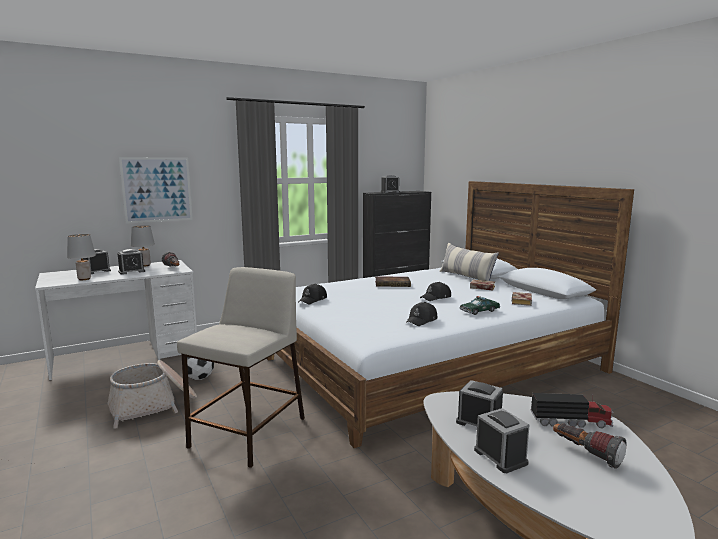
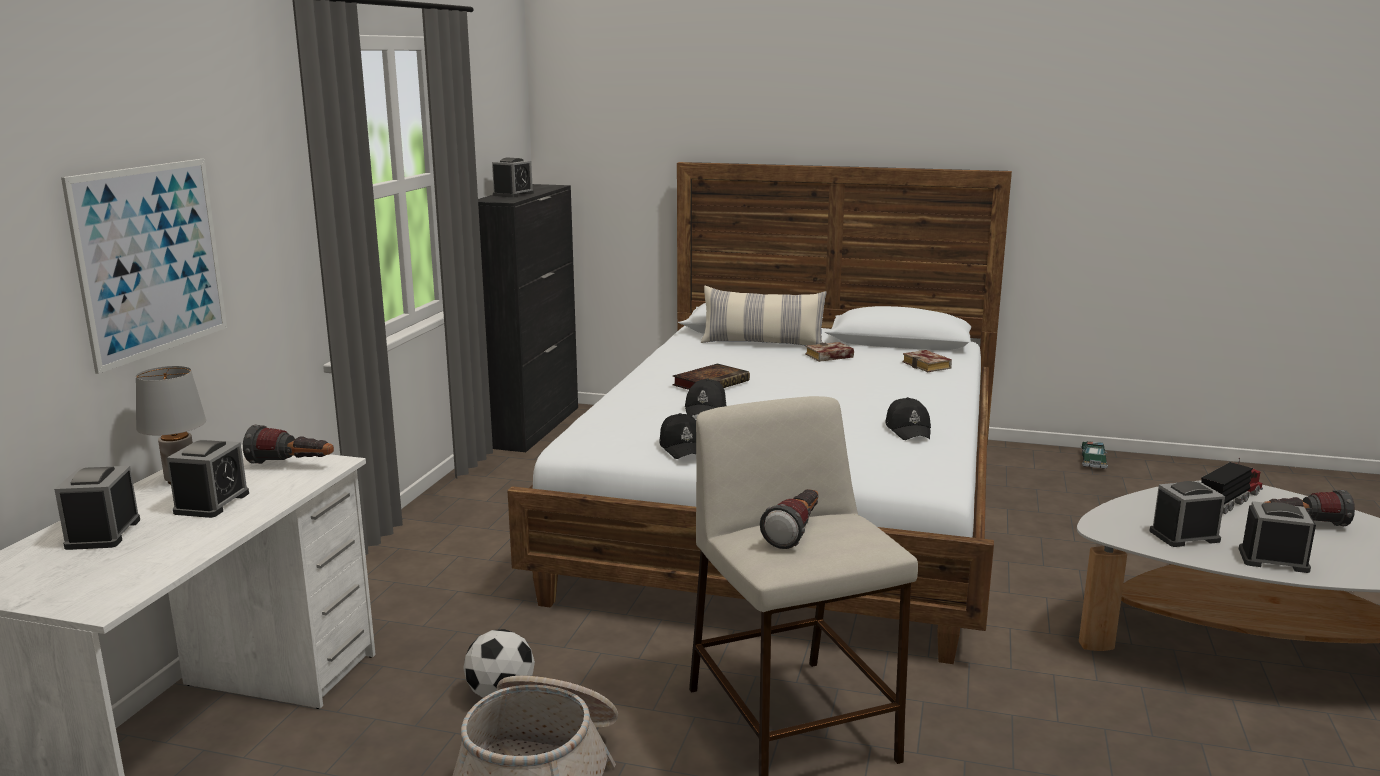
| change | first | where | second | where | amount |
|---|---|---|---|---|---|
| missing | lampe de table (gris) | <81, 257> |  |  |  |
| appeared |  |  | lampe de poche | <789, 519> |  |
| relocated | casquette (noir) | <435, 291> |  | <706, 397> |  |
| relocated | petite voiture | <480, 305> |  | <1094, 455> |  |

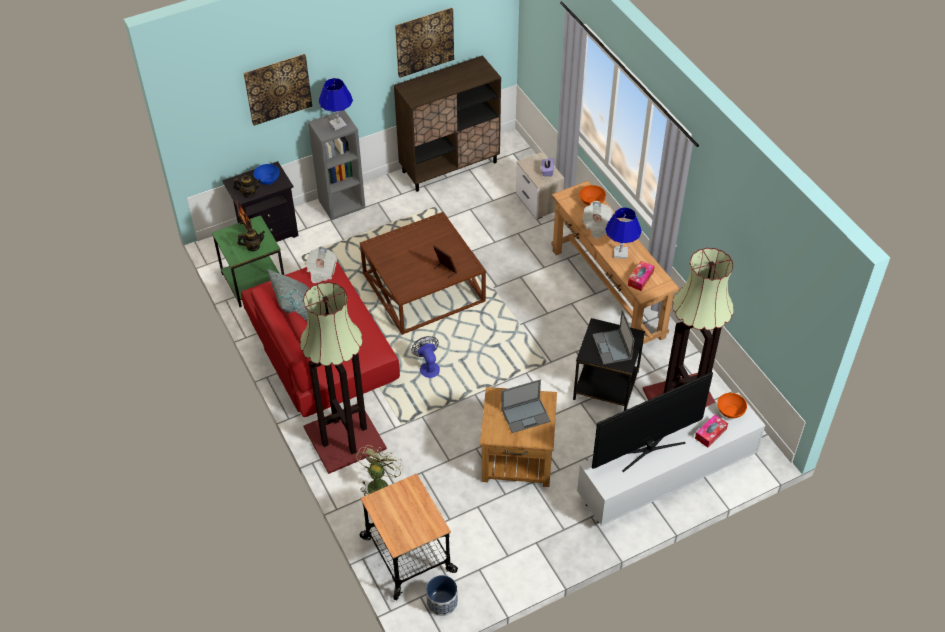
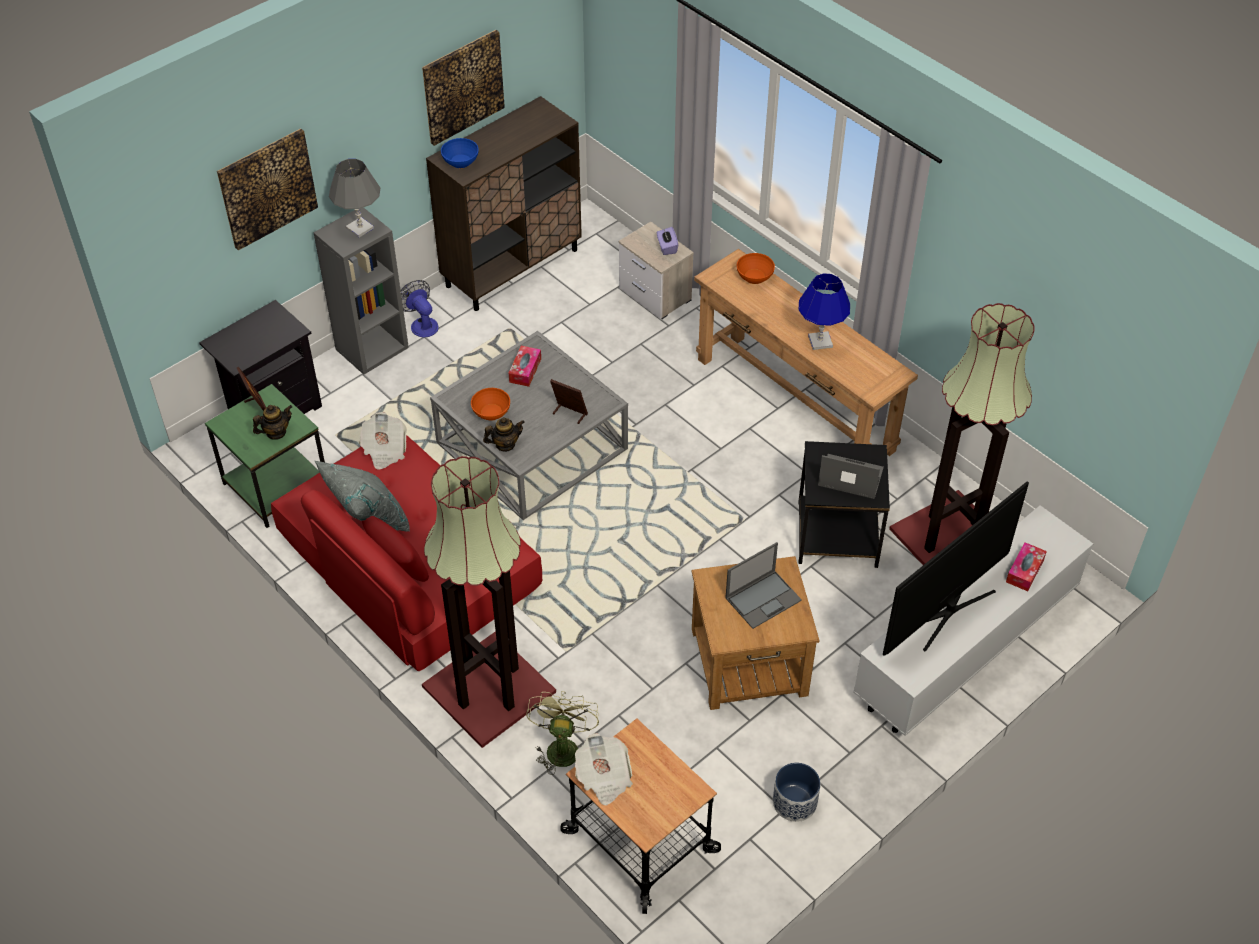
| change | first | where | second | where | amount |
|---|---|---|---|---|---|
| relocated | théière | <247, 186> |  | <504, 434> |  |
| relocated | bol (bleu) | <266, 174> |  | <460, 153> |  |
| relocated | ventilateur | <425, 357> |  | <420, 309> |  |
| relocated | cache-pot | <442, 595> |  | <797, 792> |  |
| relocated | journal | <598, 220> |  | <604, 769> |  |
| relocated | boîte à mouchoirs | <641, 276> |  | <525, 366> |  |
| relocated | bol (orange) | <732, 405> |  | <490, 404> |  |
| colour | lampe de table (bleu) | <336, 104> | lampe de table (gris) | <354, 198> |  |
| colour | table basse (marron) | <423, 273> | table basse (gris) | <529, 425> |  |
| spun | ordinateur portable | <613, 337> |  | <851, 476> | 135 degrees clockwise |

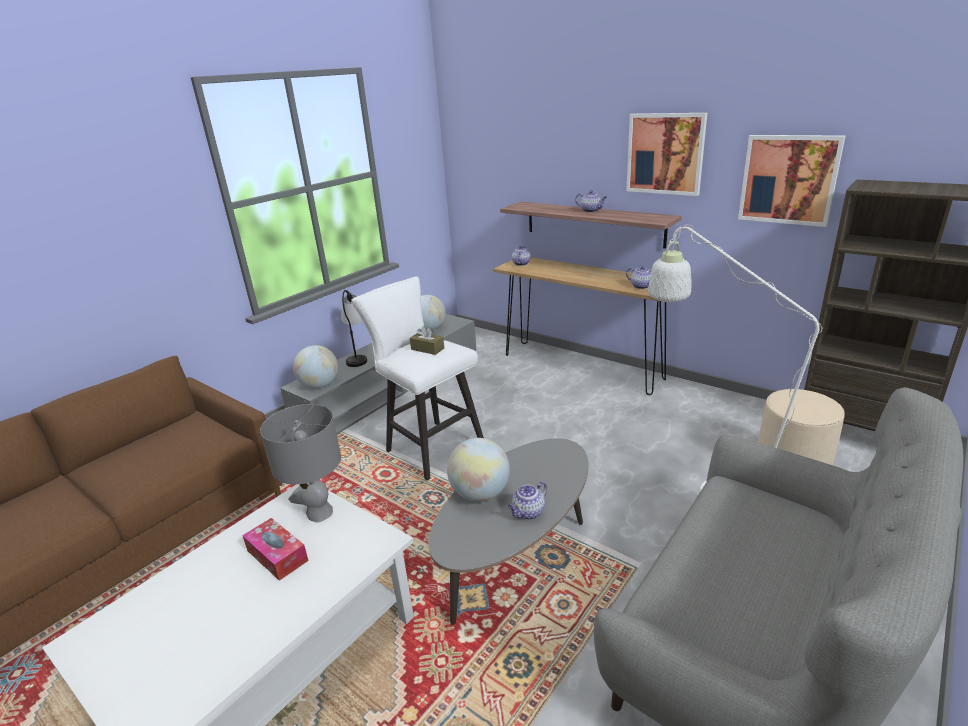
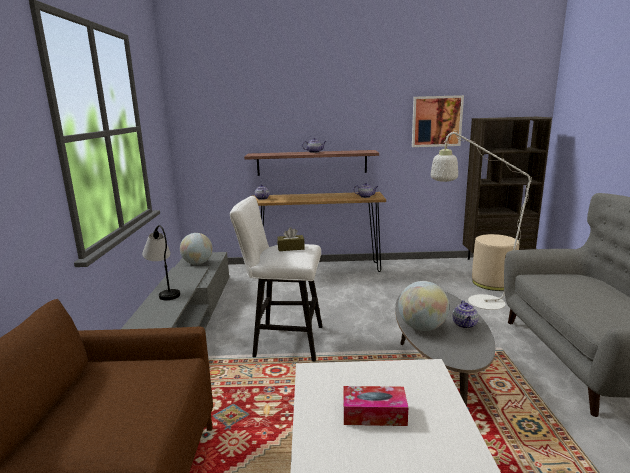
| change | first | where | second | where | amount |
|---|---|---|---|---|---|
| missing | lampe de table (gris) | <300, 463> |  |  |  |
| missing | globe | <315, 367> |  |  |  |
| missing | tableau | <666, 154> |  |  |  |

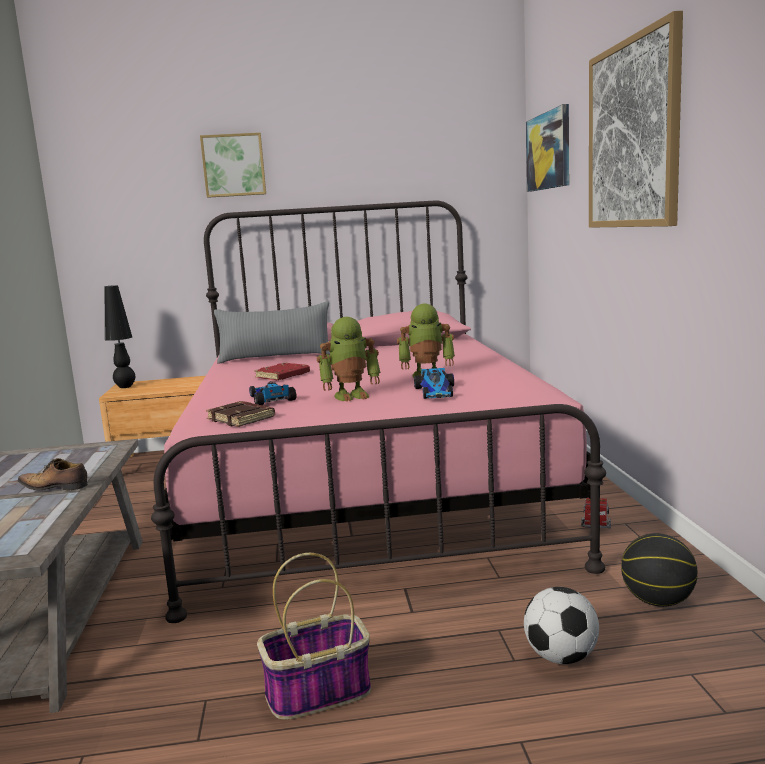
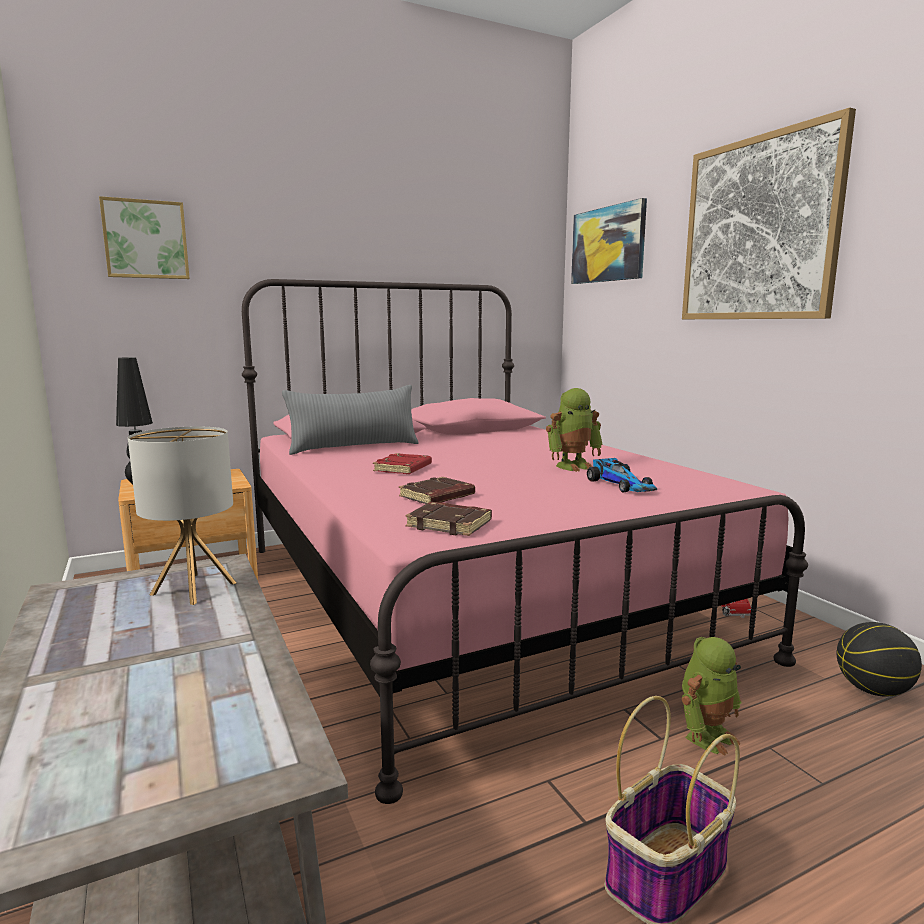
| change | first | where | second | where | amount |
|---|---|---|---|---|---|
| missing | chaussure | <53, 474> |  |  |  |
| missing | ballon de foot | <561, 625> |  |  |  |
| appeared |  |  | lampe de table | <182, 516> |  |
| relocated | tableau | <233, 165> |  | <144, 237> |  |
| relocated | robot jouet | <348, 359> |  | <712, 696> |  |
| exchanged | petite voiture | <272, 393> | livre (marron) | <437, 490> |  |

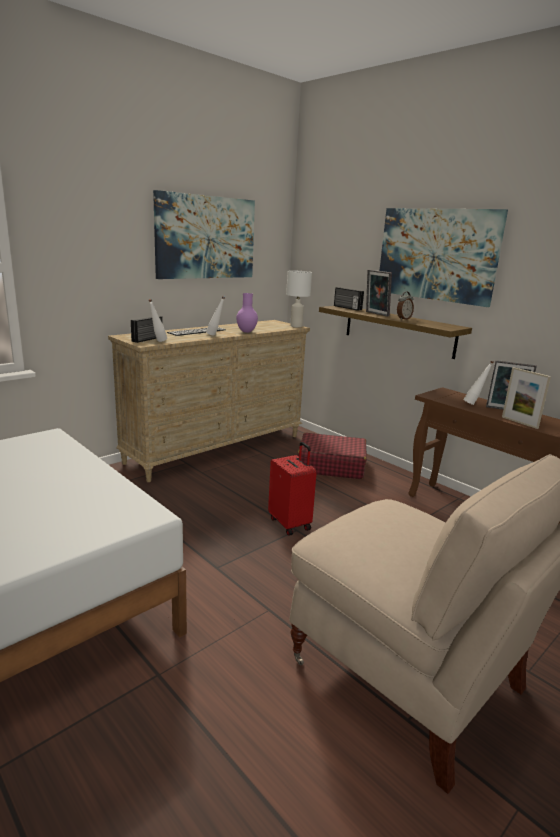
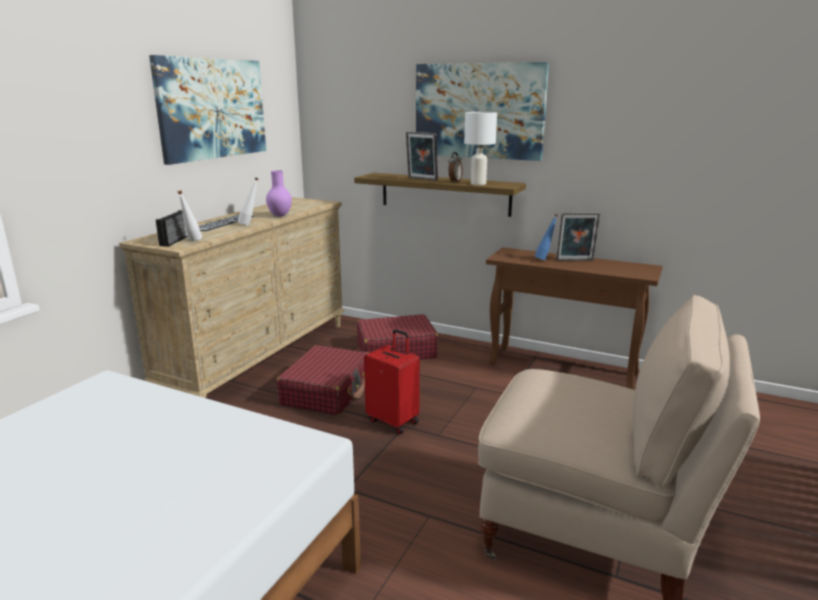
| change | first | where | second | where | amount |
|---|---|---|---|---|---|
| missing | radio | <349, 299> |  |  |  |
| missing | cadre photo | <526, 398> |  |  |  |
| appeared |  |  | valise (rouge) | <323, 380> |  |
| relocated | lampe de table (blanc) | <299, 298> |  | <480, 148> |  |
| colour | bouteille (blanc) | <479, 383> | bouteille (bleu) | <546, 237> |  |

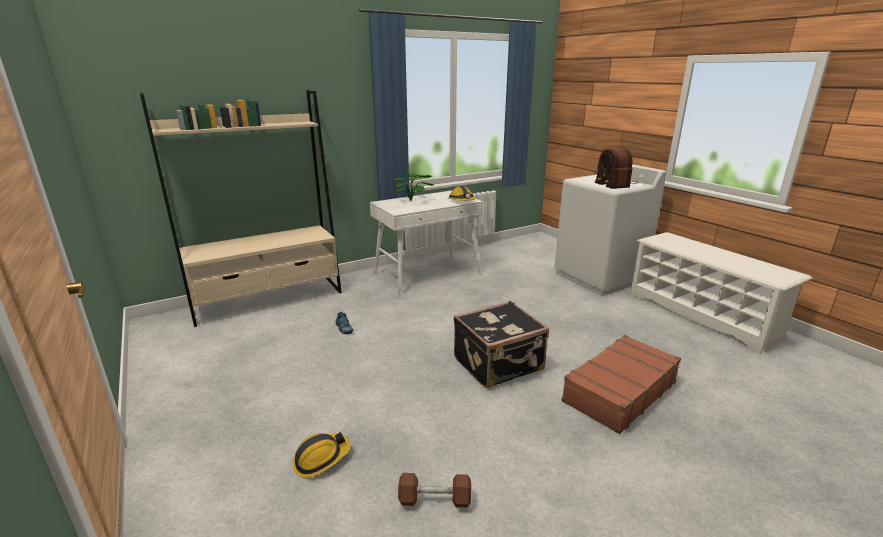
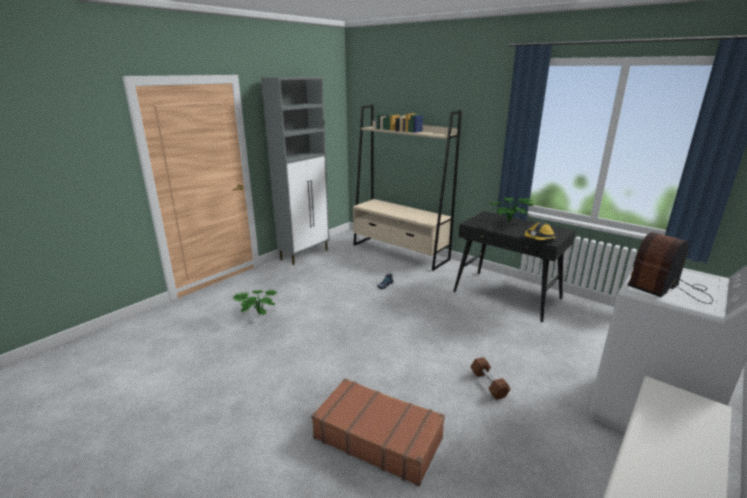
| change | first | where | second | where | amount |
|---|---|---|---|---|---|
| missing | valise (noir) | <501, 344> |  |  |  |
| appeared |  |  | meuble de rangement (gris) | <295, 171> |  |
| relocated | haltère (marron) | <434, 490> |  | <490, 378> |  |
| exchanged | casque de chantier | <322, 455> | plante en pot | <254, 302> |  |
| colour | bureau (blanc) | <426, 242> | bureau (noir) | <514, 266> |  |

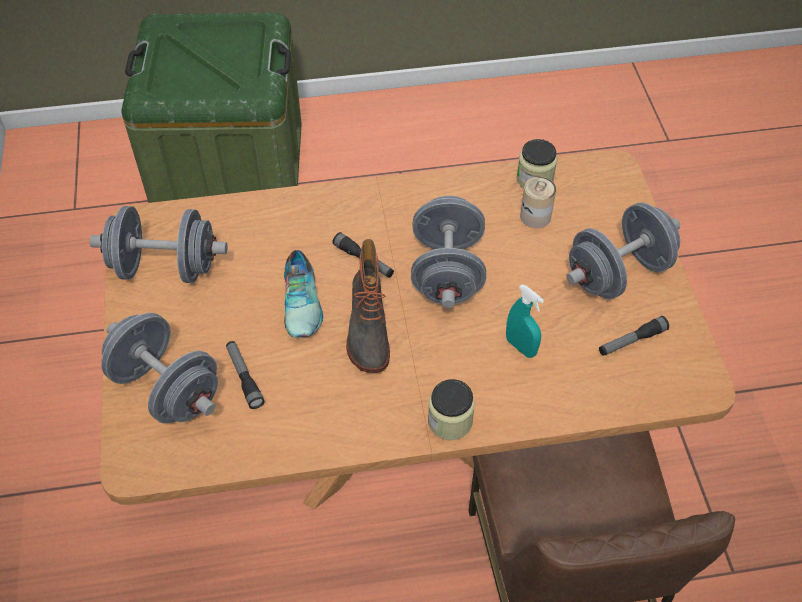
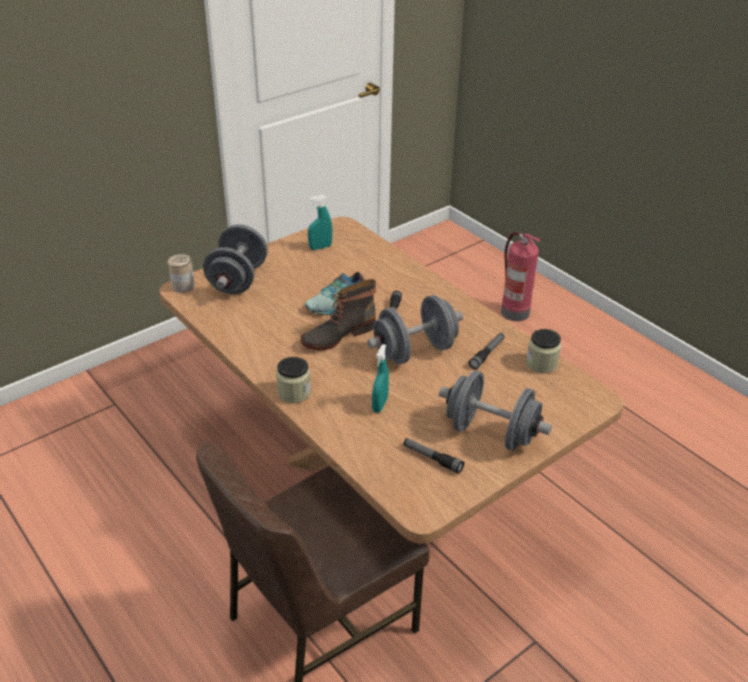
| change | first | where | second | where | amount |
|---|---|---|---|---|---|
| relocated | lampe de poche | <245, 375> |  | <487, 351> |  |
| relocated | boîte métallique | <538, 202> |  | <181, 273> |  |
| exchanged | haltère (gris) | <159, 244> | vaporisateur (turquoise) | <320, 222> |  |
| exchanged | boîte de rangement (vert) | <212, 108> | extincteur | <520, 276> |  |

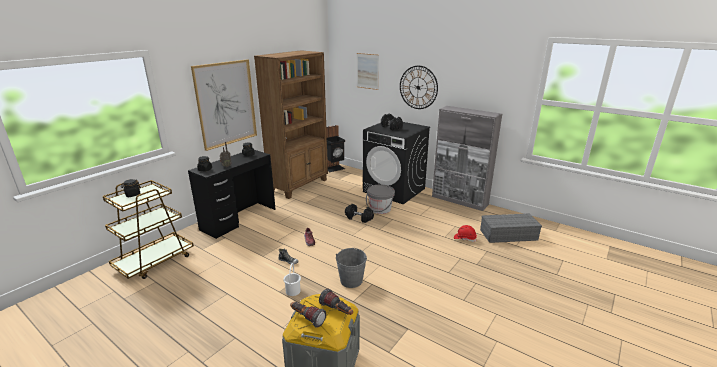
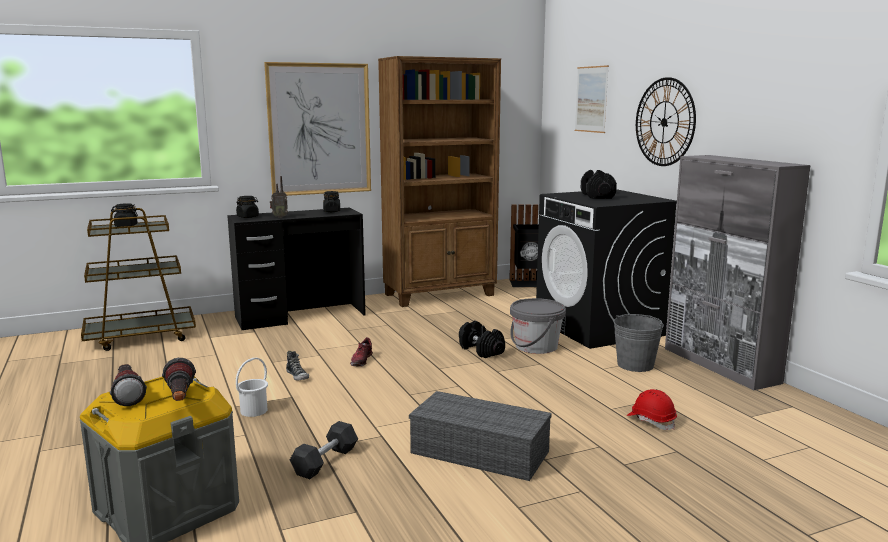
| change | first | where | second | where | amount |
|---|---|---|---|---|---|
| appeared |  |  | haltère (noir) | <324, 450> |  |
| relocated | seau (gris) | <351, 268> |  | <639, 343> |  |
| relocated | boîte de rangement (gris) | <511, 228> |  | <480, 436> |  |

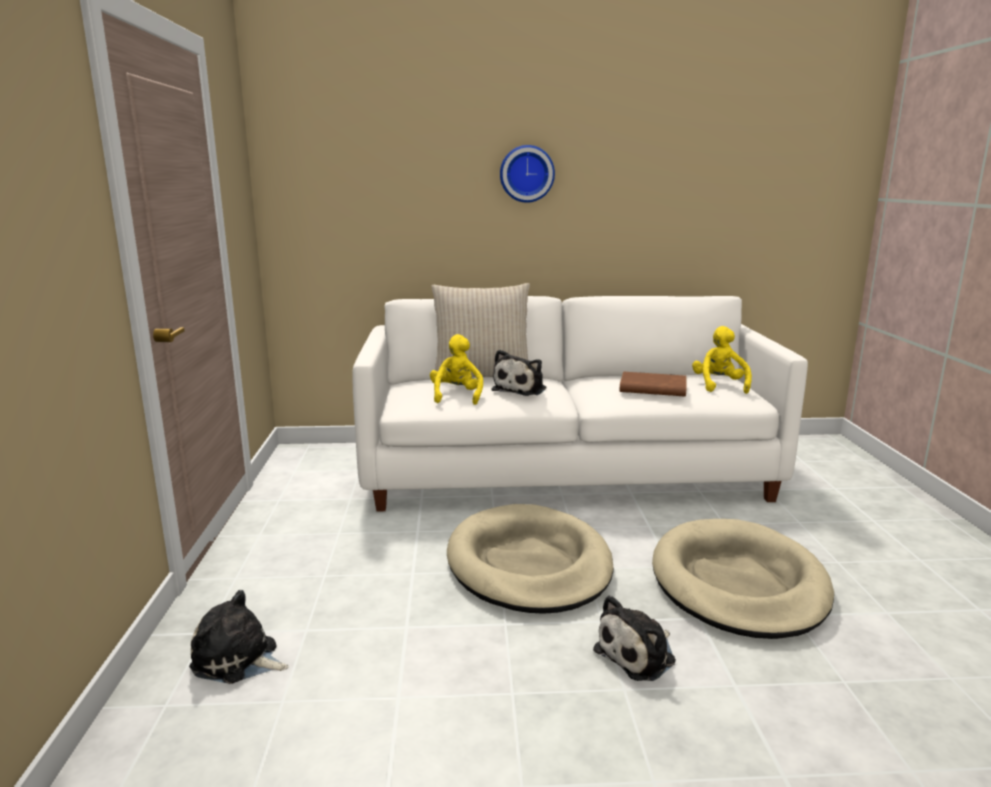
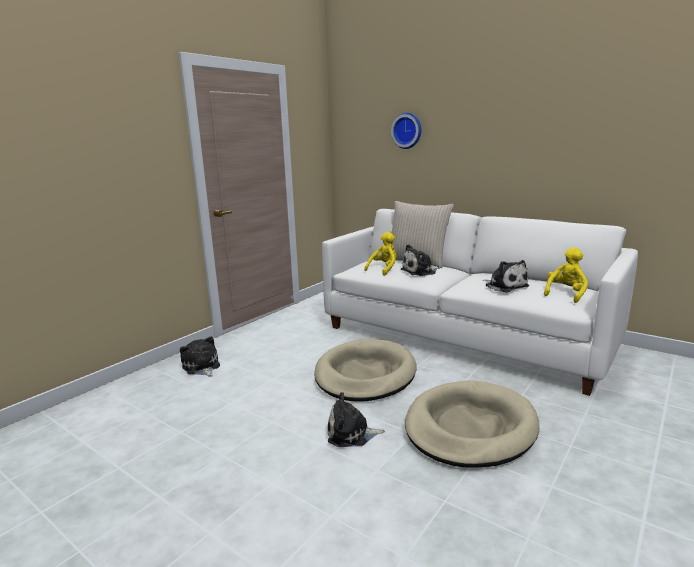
| change | first | where | second | where | amount |
|---|---|---|---|---|---|
| relocated | horloge murale | <527, 174> |  | <406, 131> |  |
| exchanged | livre (marron) | <653, 384> | peluche | <506, 276> |  |

